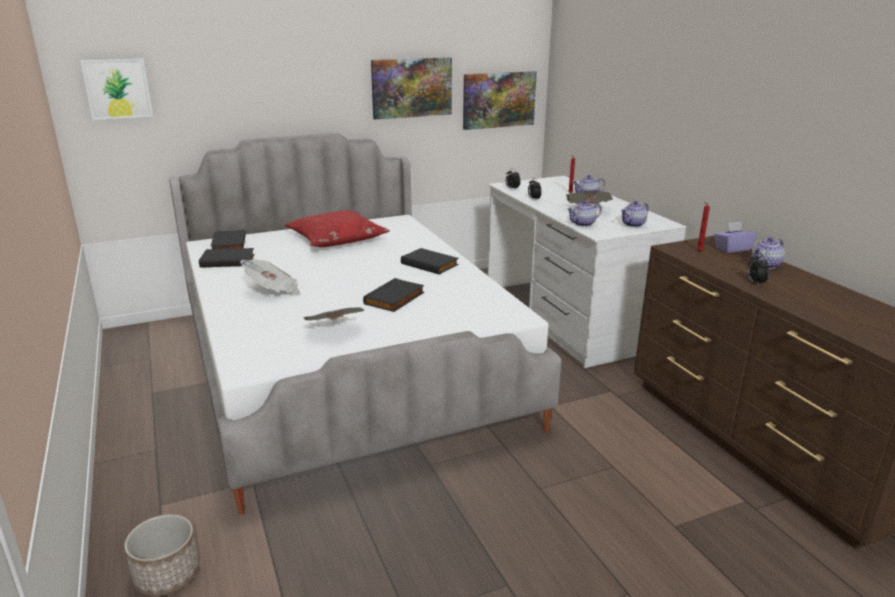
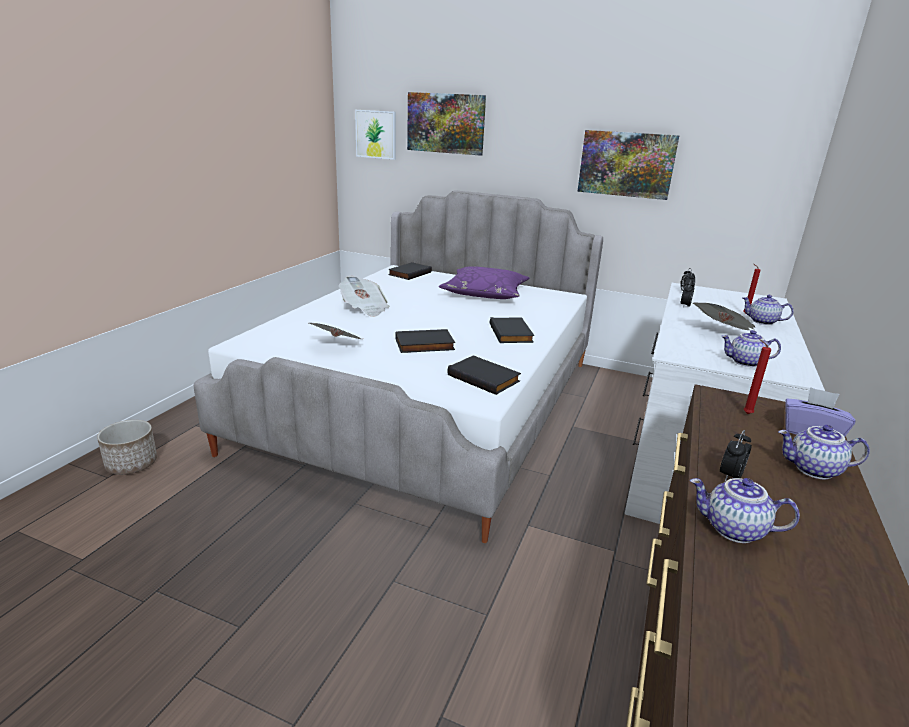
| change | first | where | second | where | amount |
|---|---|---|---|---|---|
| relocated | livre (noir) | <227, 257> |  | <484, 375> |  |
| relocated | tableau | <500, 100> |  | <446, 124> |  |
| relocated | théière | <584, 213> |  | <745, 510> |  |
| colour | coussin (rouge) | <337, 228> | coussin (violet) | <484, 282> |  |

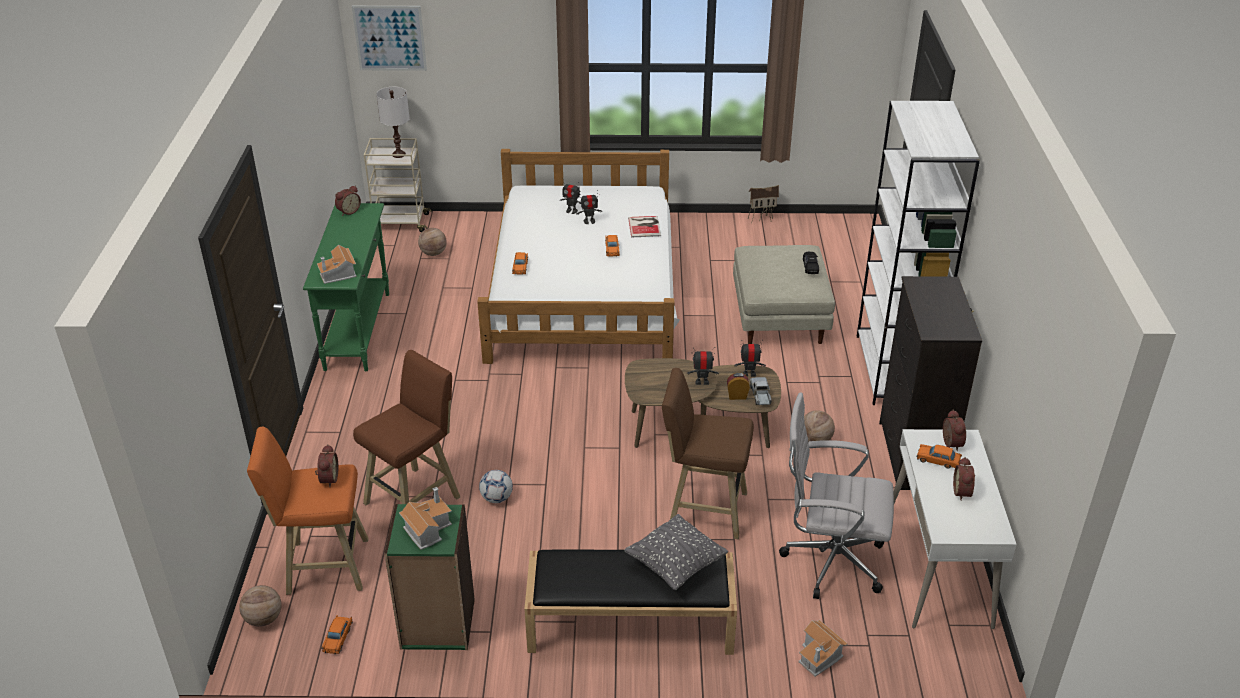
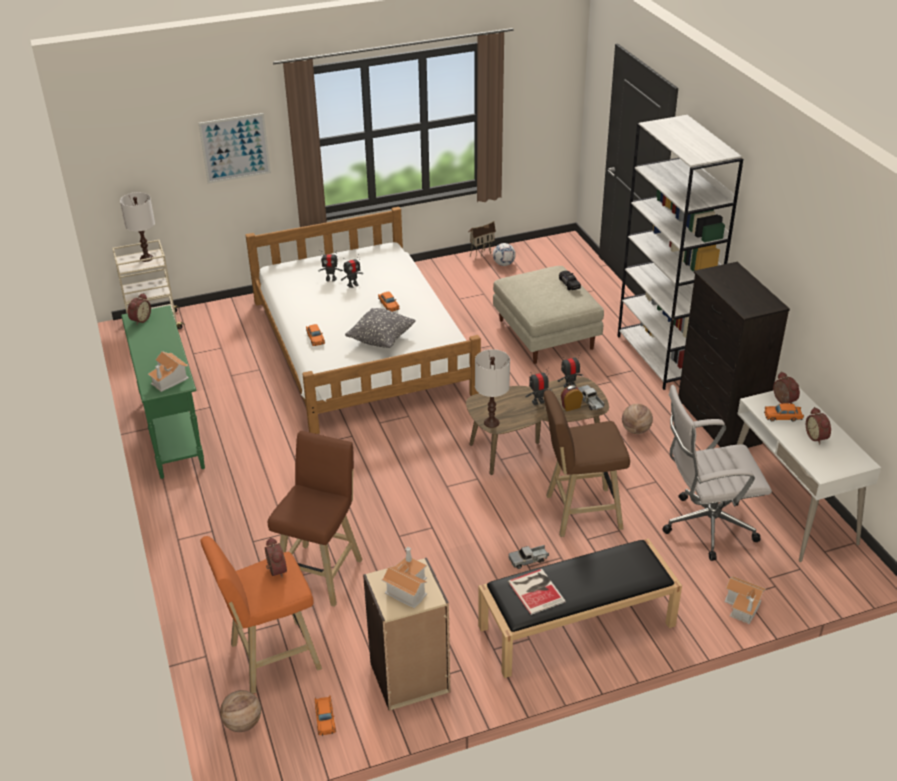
| change | first | where | second | where | amount |
|---|---|---|---|---|---|
| missing | ballon de basket | <432, 242> |  |  |  |
| appeared |  |  | lampe de table (blanc) | <492, 388> |  |
| appeared |  |  | camion jouet | <528, 557> |  |
| relocated | tableau | <389, 38> |  | <235, 148> |  |
| relocated | ballon de foot | <496, 486> |  | <504, 254> |  |
| relocated | coussin (gris) | <676, 552> |  | <380, 328> |  |
| relocated | livre | <644, 226> |  | <537, 592> |  |
| colour | bibliothèque (vert) | <429, 577> | bibliothèque (beige) | <406, 634> |  |

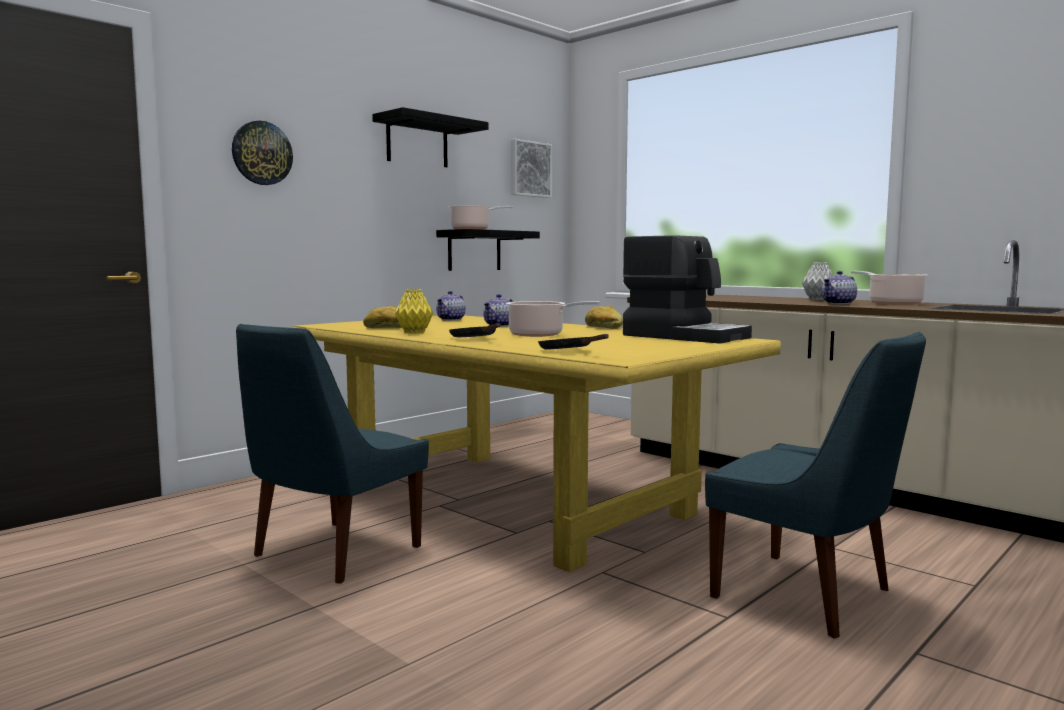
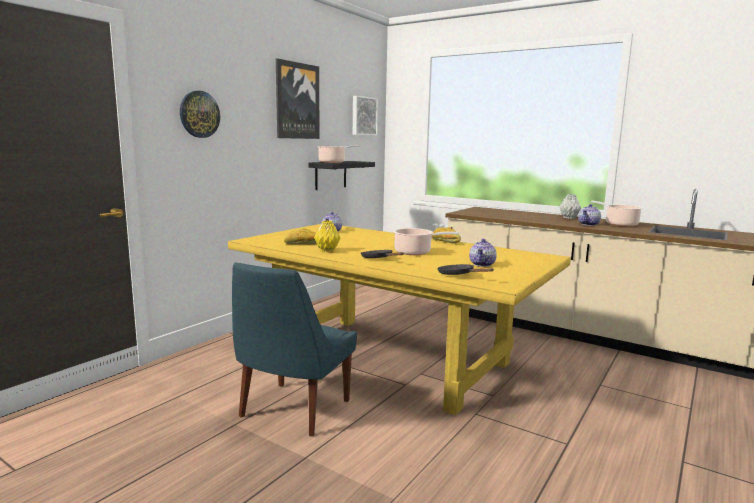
| change | first | where | second | where | amount |
|---|---|---|---|---|---|
| missing | machine à café | <687, 289> |  |  |  |
| missing | chaise (bleu) | <815, 485> |  |  |  |
| relocated | théière | <498, 310> |  | <483, 253> |  |
| exchanged | étagère (noir) | <430, 137> | tableau | <297, 98> |  |

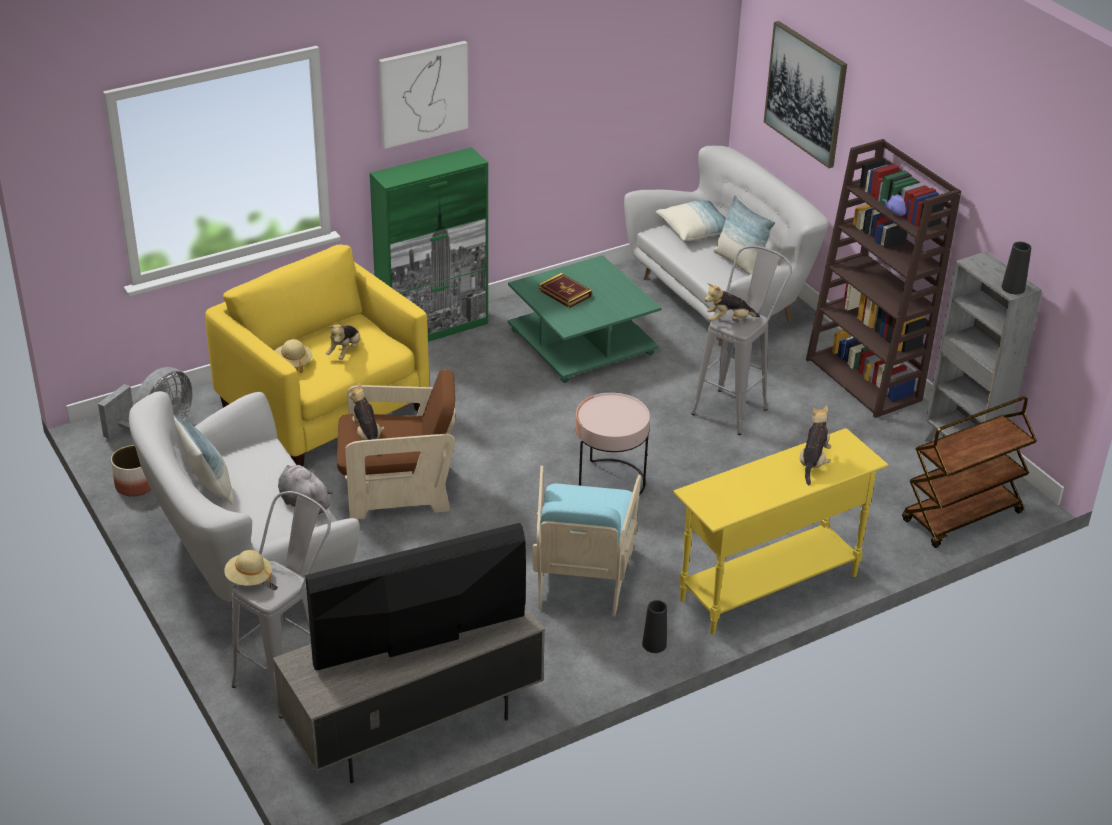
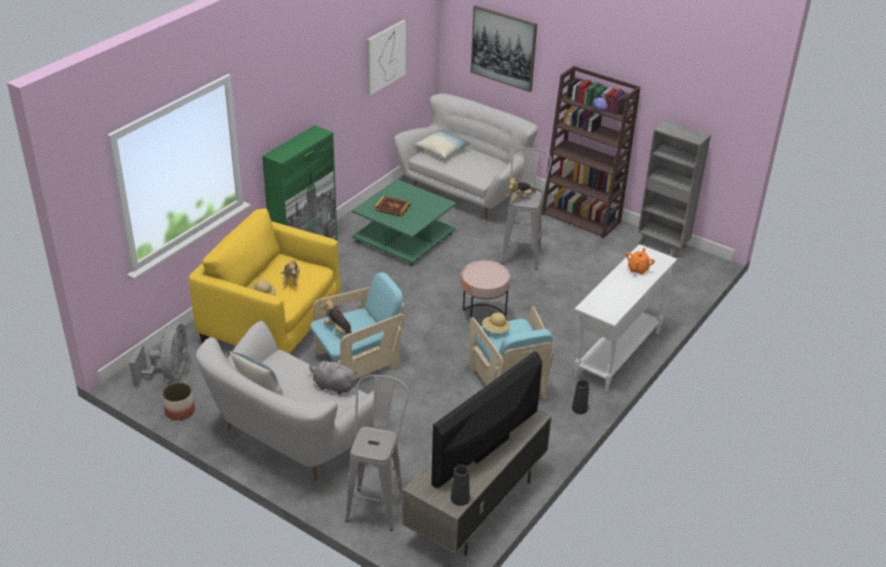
| change | first | where | second | where | amount |
|---|---|---|---|---|---|
| missing | coussin | <744, 235> |  |  |  |
| missing | chariot (marron) | <969, 472> |  |  |  |
| relocated | chapeau (beige) | <248, 568> |  | <496, 322> |  |
| relocated | tableau | <423, 95> |  | <386, 58> |  |
| relocated | vase (noir) | <1016, 268> |  | <460, 485> |  |
| exchanged | peluche | <815, 445> | théière (orange) | <640, 261> |  |
| colour | fauteuil (marron) | <396, 444> | fauteuil (turquoise) | <357, 326> |  |
| colour | table console (jaune) | <780, 531> | table console (blanc) | <625, 318> |  |

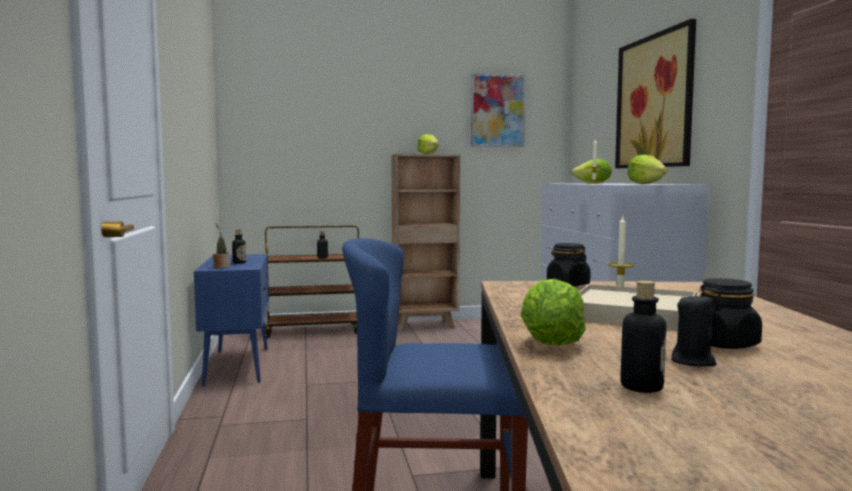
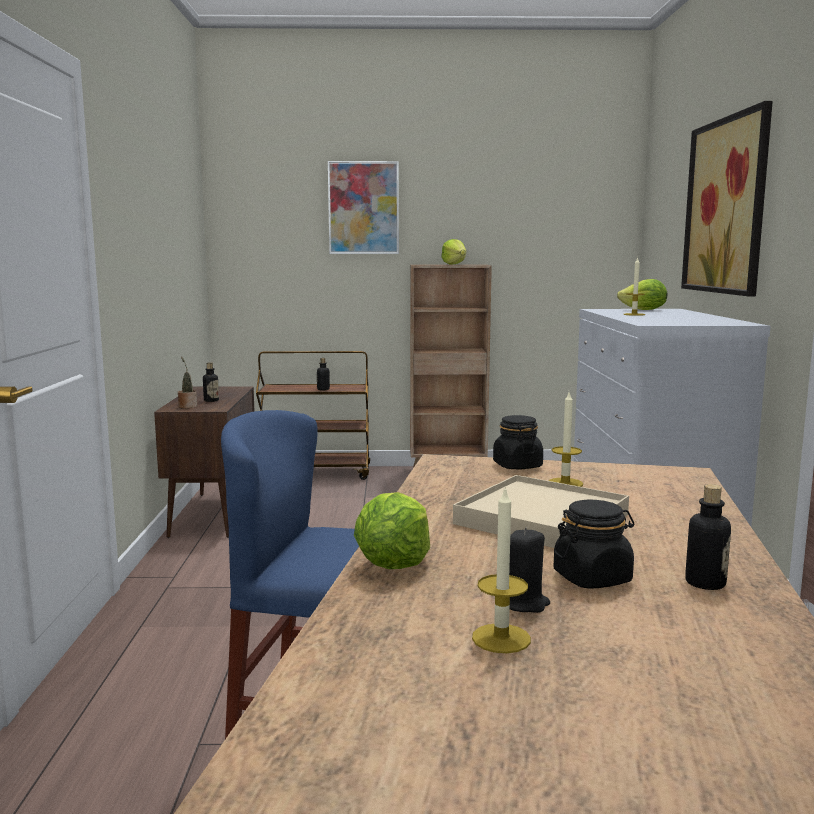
| change | first | where | second | where | amount |
|---|---|---|---|---|---|
| missing | laitue | <647, 169> |  |  |  |
| appeared |  |  | bougie | <501, 569> |  |
| relocated | tableau | <498, 110> |  | <363, 207> |  |
| relocated | bouteille | <643, 337> |  | <708, 537> |  |
| colour | meuble de rangement (bleu) | <231, 320> | meuble de rangement (marron) | <204, 462> |  |

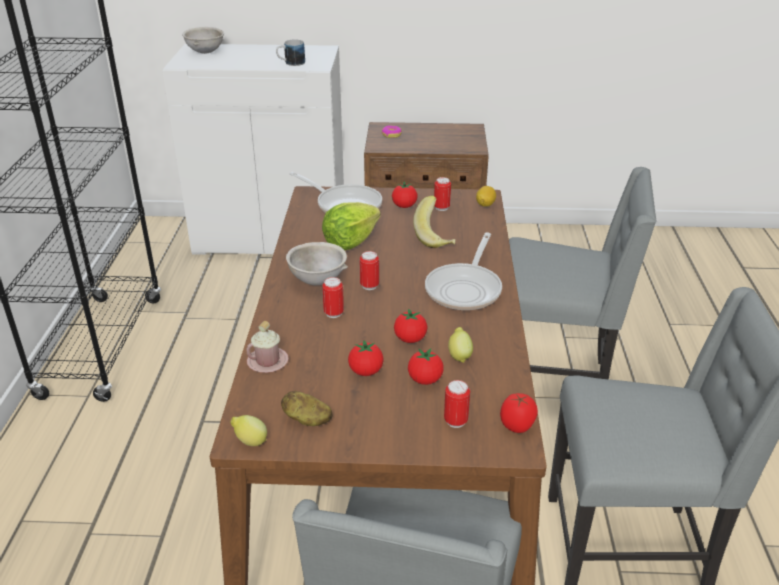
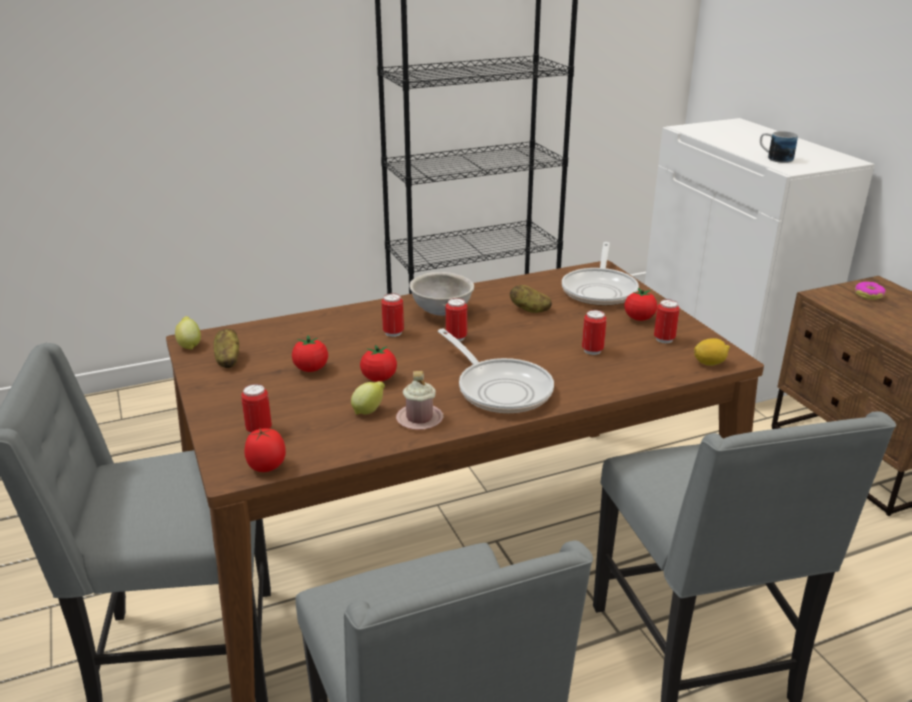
| change | first | where | second | where | amount |
|---|---|---|---|---|---|
| missing | bol (gris) | <203, 40> |  |  |  |
| missing | tomate | <426, 366> |  |  |  |
| relocated | mug (rose) | <267, 347> |  | <419, 400> |  |
| exchanged | laitue | <351, 226> | pomme de terre | <531, 299> |  |
| exchanged | banane | <434, 222> | boîte métallique | <594, 332> |  |
| spun | poêle | <463, 271> |  | <496, 371> | 120 degrees counterclockwise |

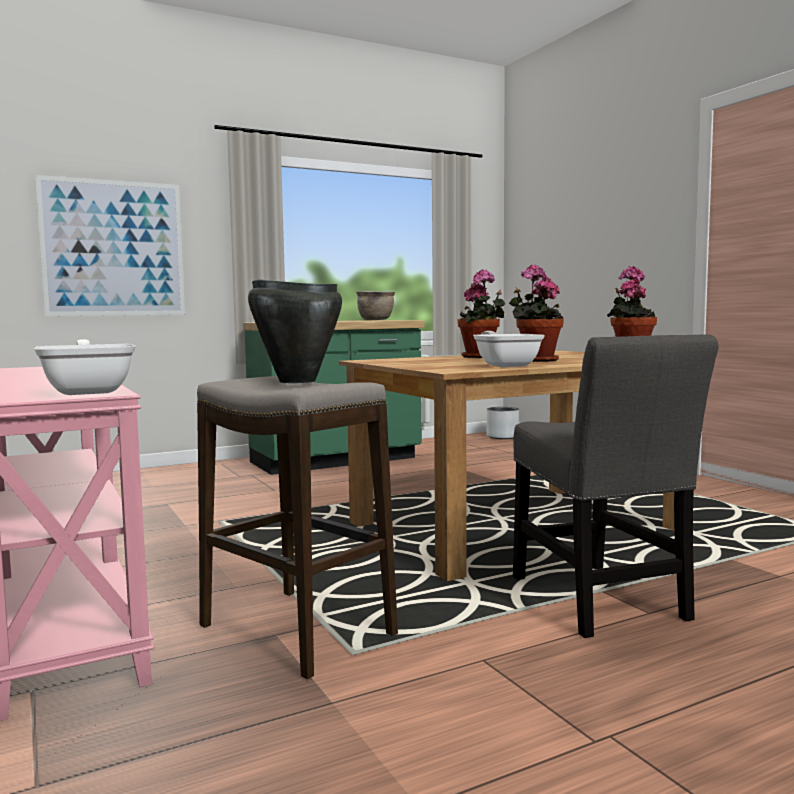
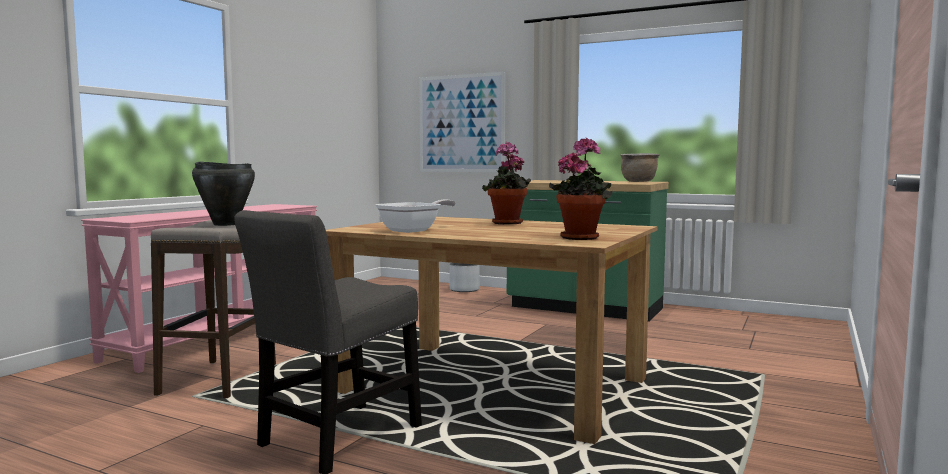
| change | first | where | second | where | amount |
|---|---|---|---|---|---|
| missing | poêle | <85, 367> |  |  |  |
| missing | plante en pot | <536, 313> |  |  |  |
| relocated | cache-pot (gris) | <502, 423> |  | <465, 277> |  |

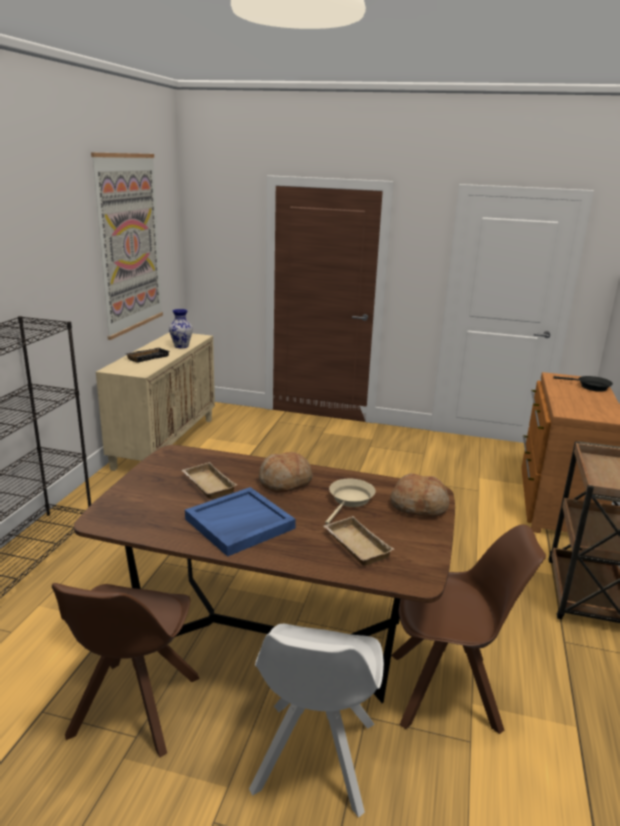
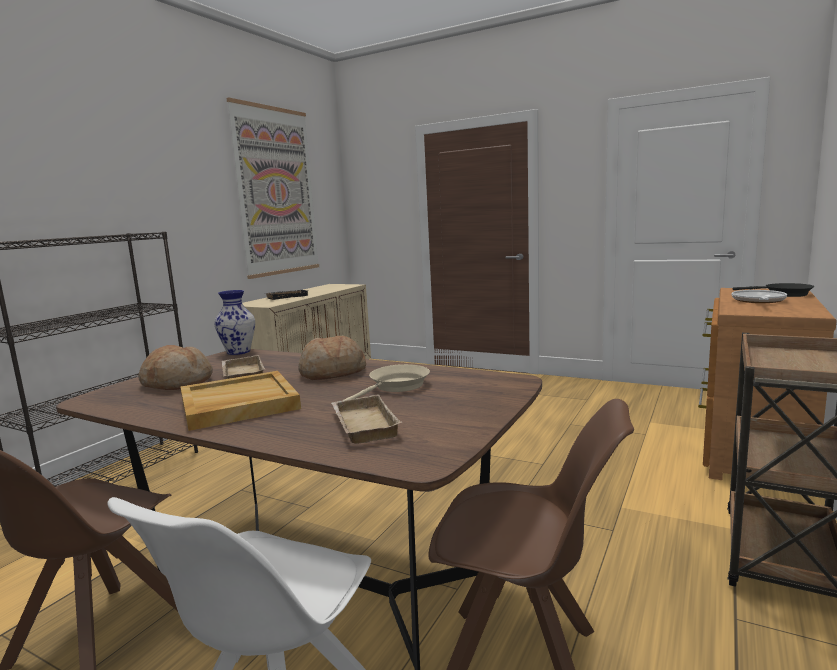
| change | first | where | second | where | amount |
|---|---|---|---|---|---|
| appeared |  |  | poêle | <759, 296> |  |
| relocated | vase | <181, 328> |  | <234, 322> |  |
| relocated | pain | <419, 495> |  | <175, 367> |  |
| colour | plateau (bleu) | <240, 522> | plateau (beige) | <240, 401> |  |

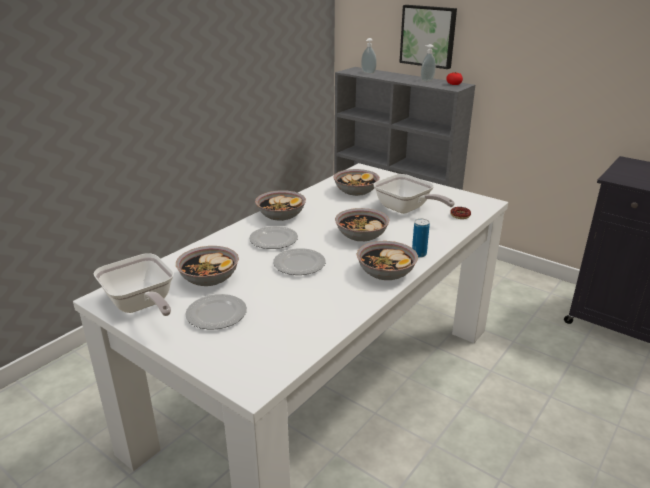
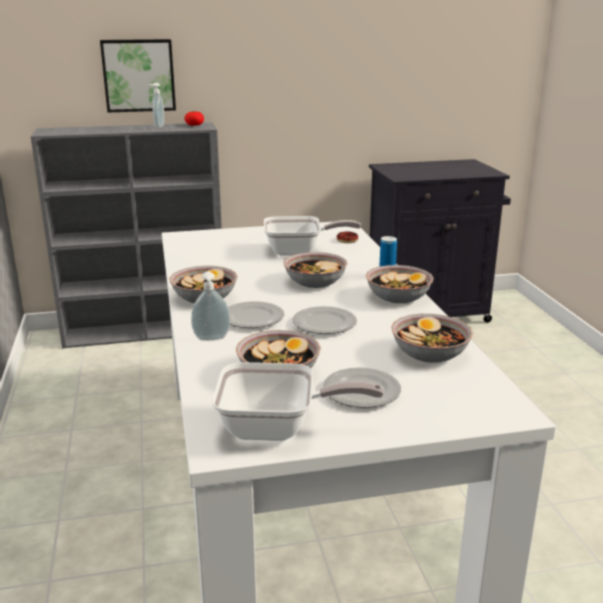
| change | first | where | second | where | amount |
|---|---|---|---|---|---|
| relocated | bol | <356, 182> |  | <432, 338> |  |
| relocated | distributeur de savon | <369, 56> |  | <210, 306> |  |

